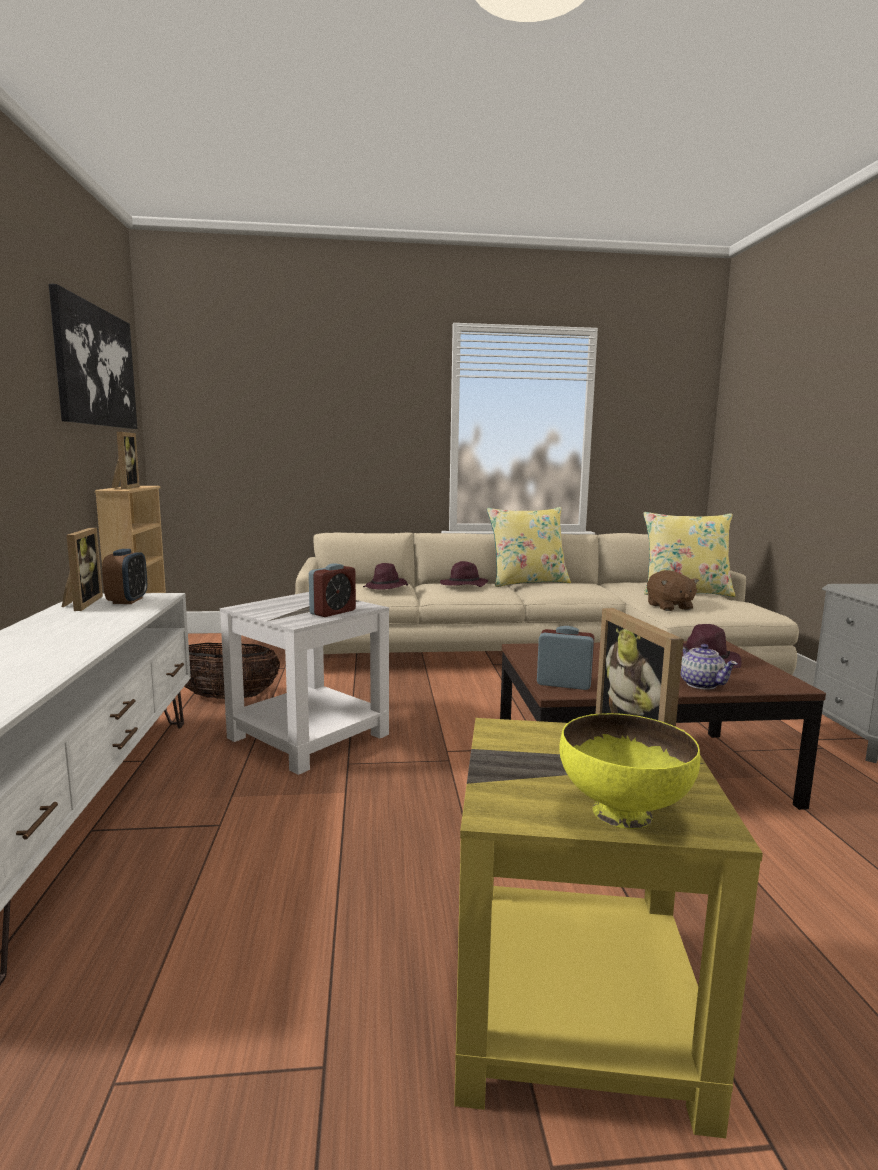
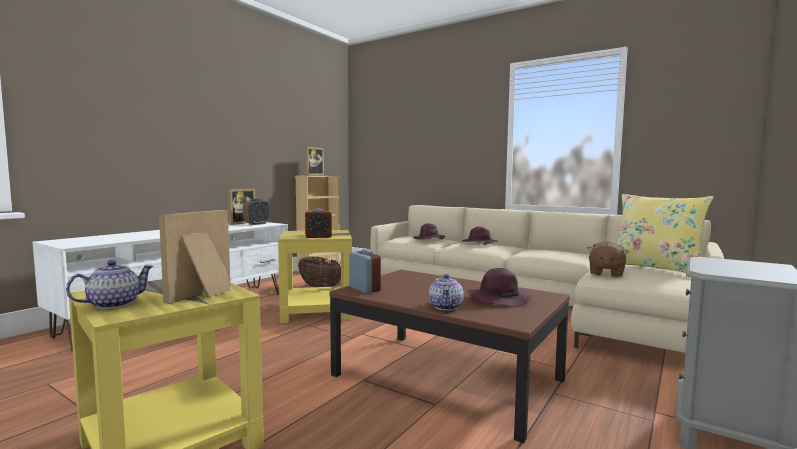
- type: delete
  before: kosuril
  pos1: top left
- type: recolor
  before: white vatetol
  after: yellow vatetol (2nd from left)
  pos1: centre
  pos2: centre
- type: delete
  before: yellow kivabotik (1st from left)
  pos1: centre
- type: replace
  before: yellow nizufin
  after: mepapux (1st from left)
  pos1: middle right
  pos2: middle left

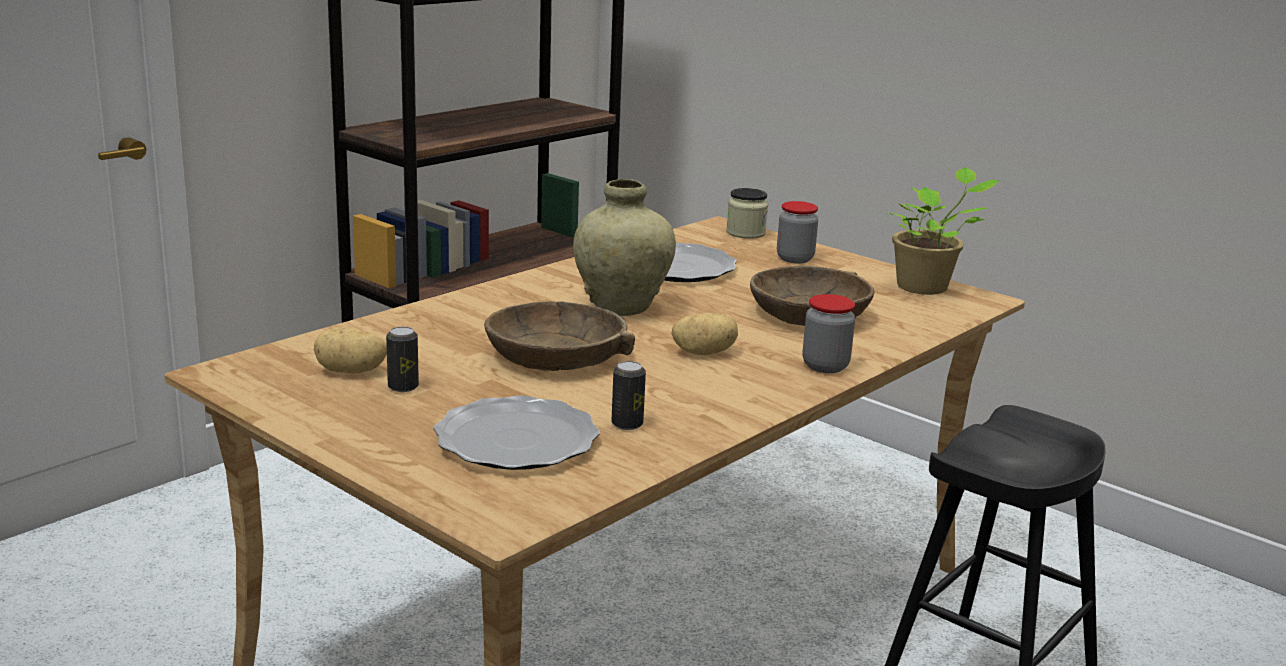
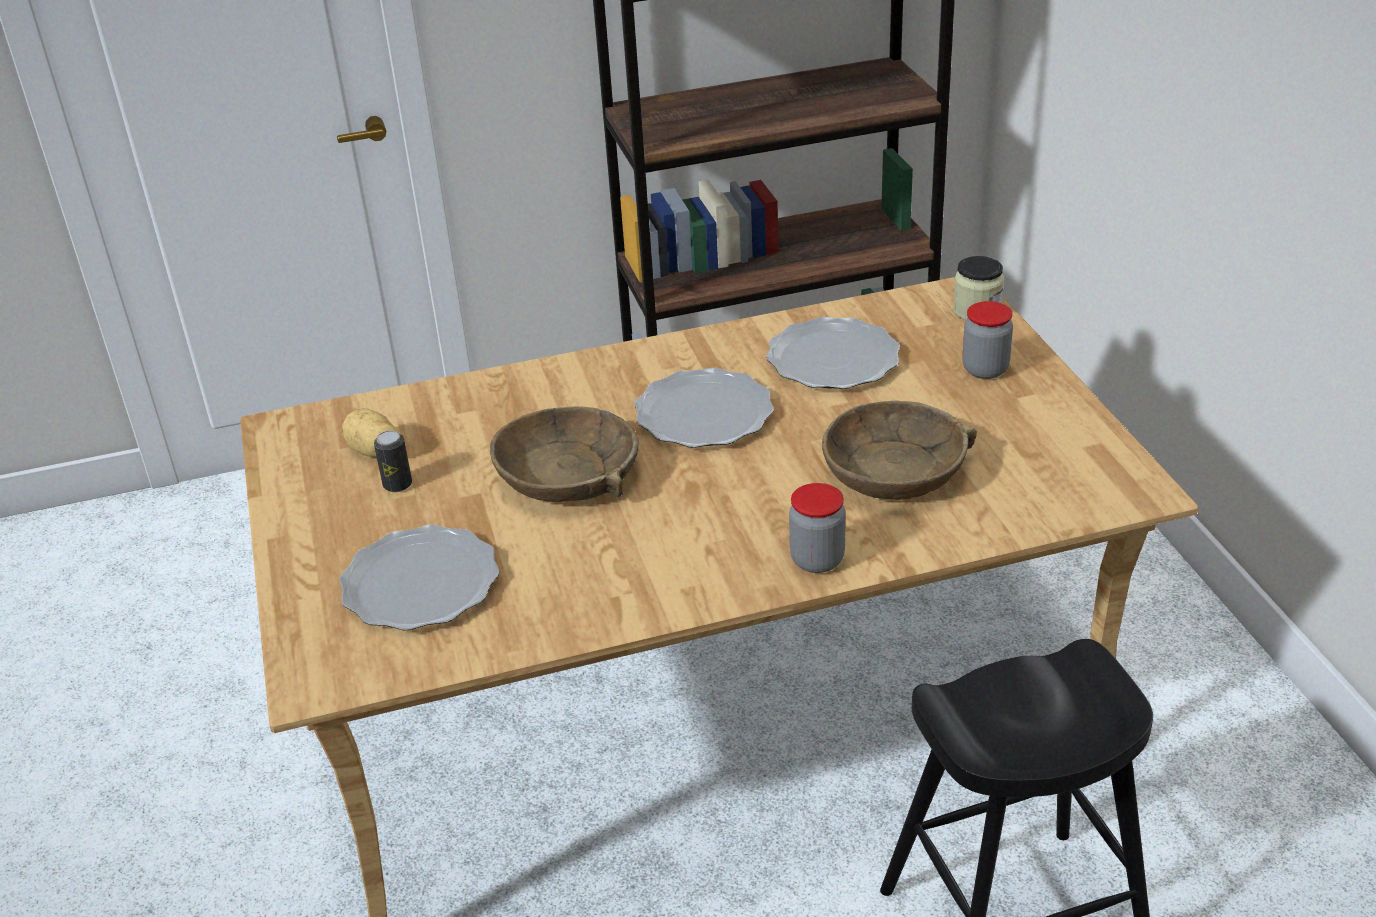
- type: replace
  before: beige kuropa
  after: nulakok (2nd from left)
  pos1: centre
  pos2: centre
- type: delete
  before: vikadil (2nd from left)
  pos1: centre
- type: delete
  before: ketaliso (2nd from left)
  pos1: centre
- type: delete
  before: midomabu
  pos1: middle right

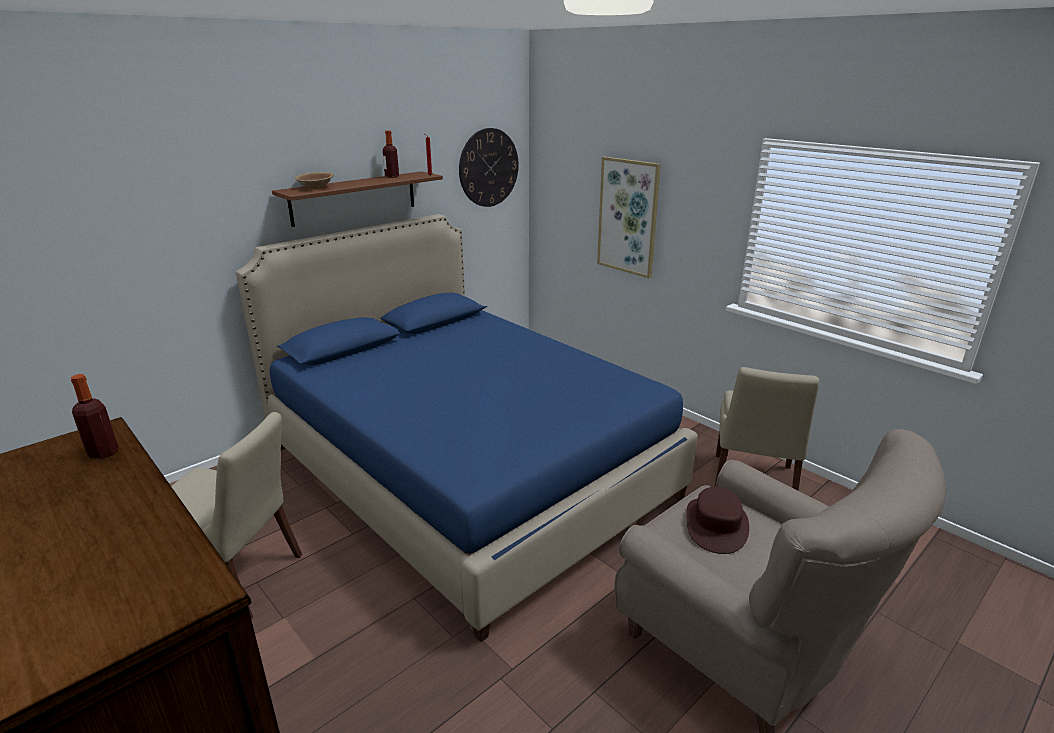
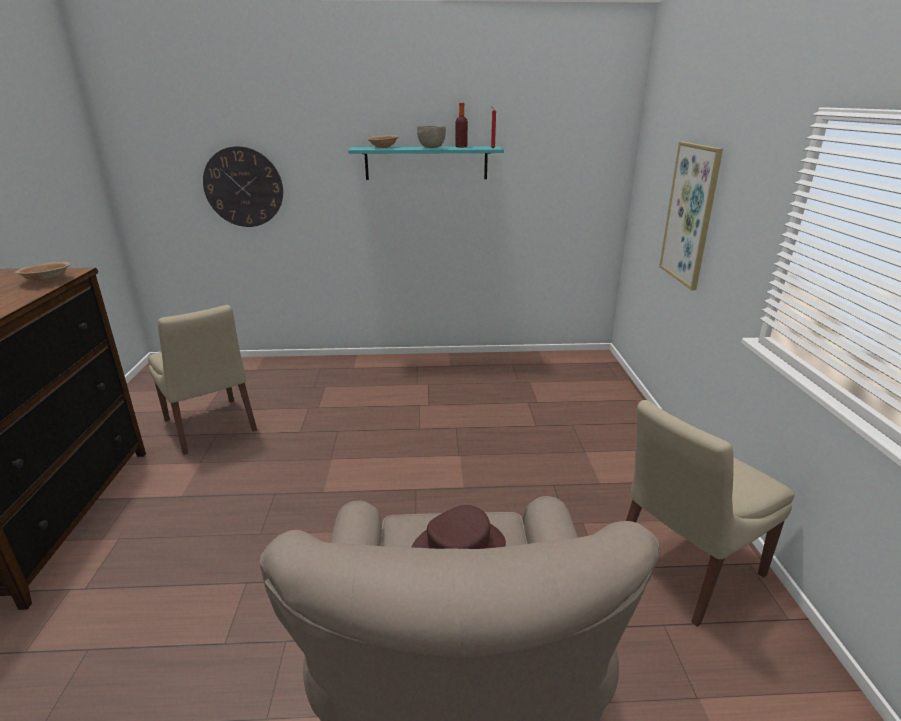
- type: replace
  before: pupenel (1st from left)
  after: brown nizufin (1st from left)
  pos1: middle left
  pos2: middle left
- type: delete
  before: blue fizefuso
  pos1: centre
- type: recolor
  before: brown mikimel
  after: turquoise mikimel
  pos1: top centre
  pos2: top centre
- type: move
  before: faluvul
  pos1: top centre
  pos2: top left
- type: insert
  after: grey nizufin
  pos2: top centre

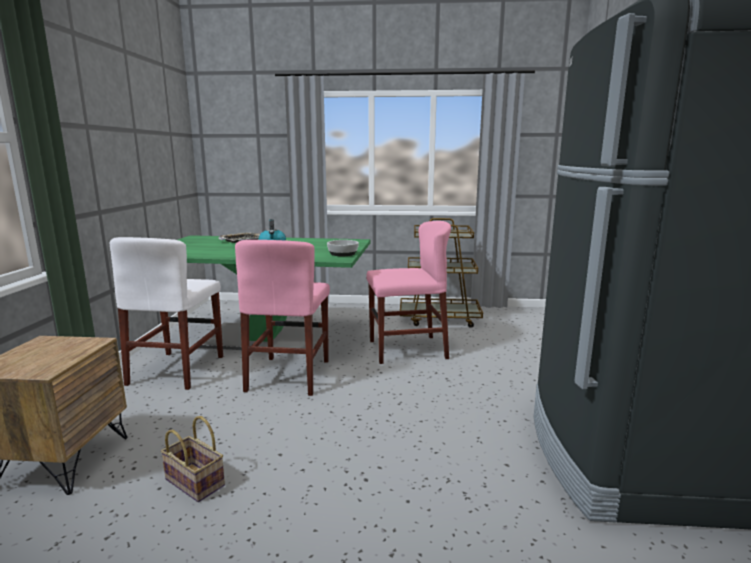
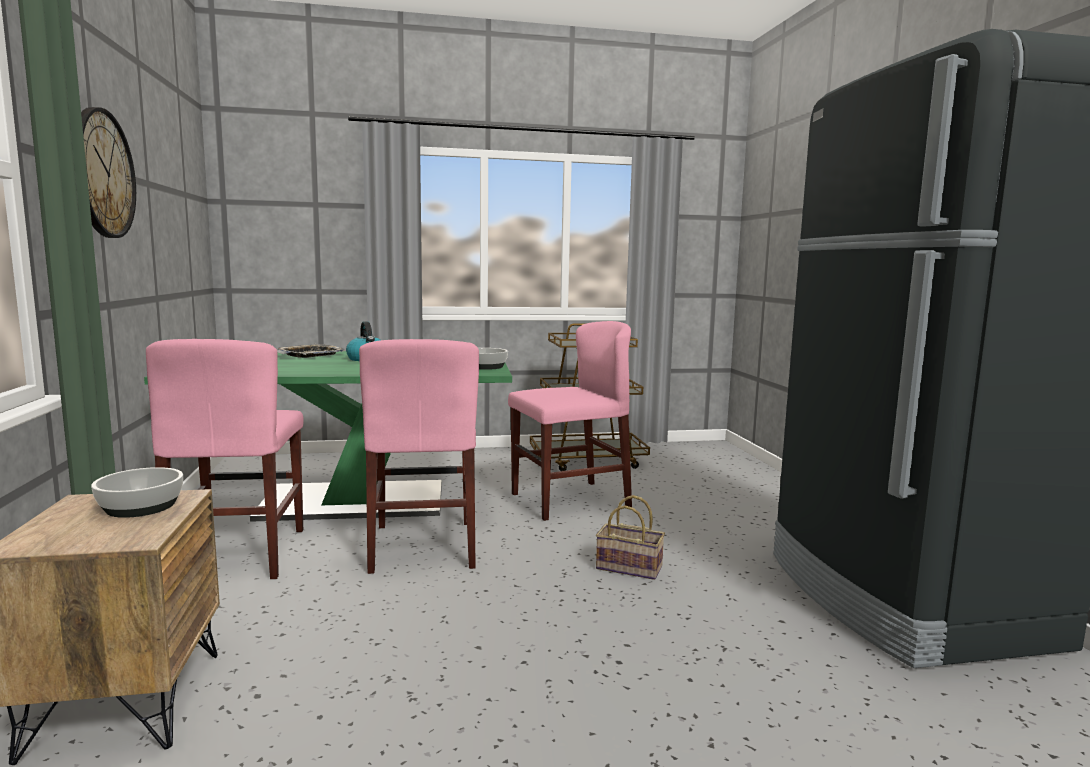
- type: recolor
  before: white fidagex
  after: pink fidagex (1st from left)
  pos1: middle left
  pos2: middle left
- type: move
  before: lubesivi
  pos1: bottom left
  pos2: bottom centre
- type: insert
  after: faluvul
  pos2: top left
- type: insert
  after: nizufin (1st from left)
  pos2: middle left

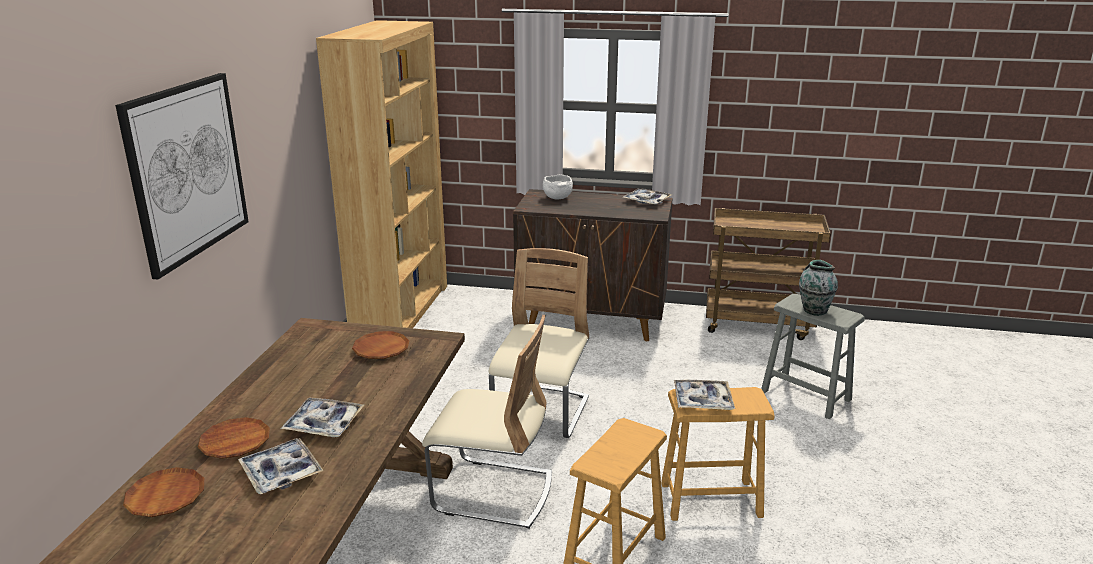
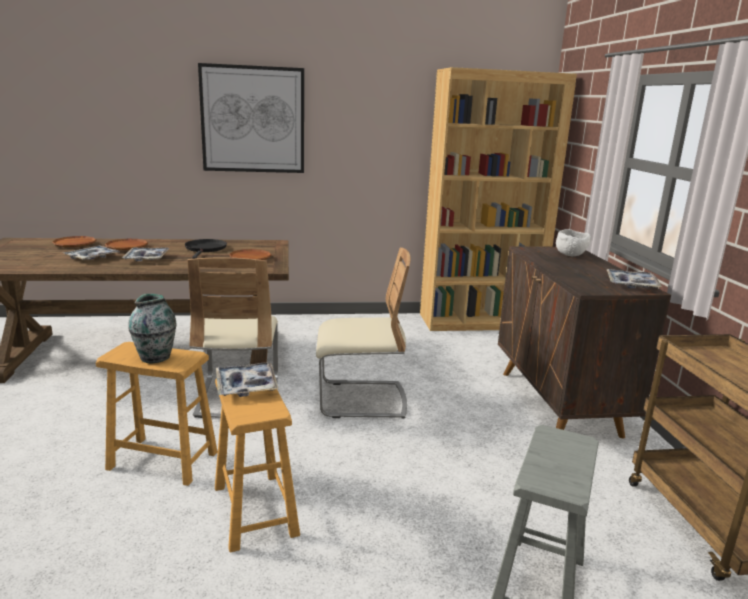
- type: move
  before: kuropa
  pos1: middle right
  pos2: middle left
- type: insert
  after: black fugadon
  pos2: middle left

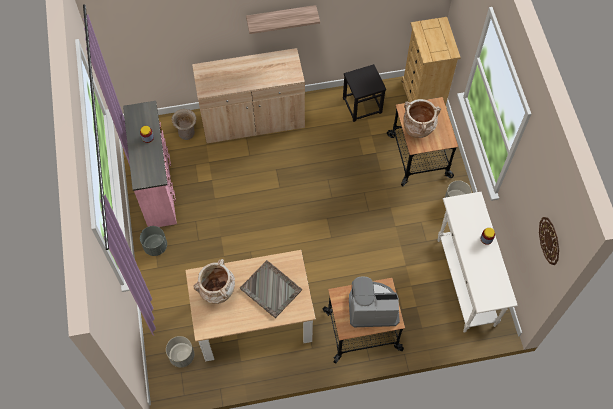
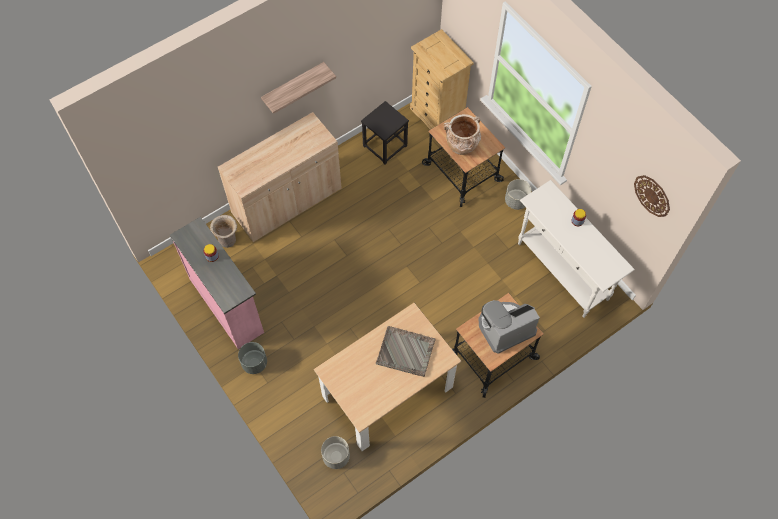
- type: delete
  before: beige kuropa (2nd from left)
  pos1: bottom centre

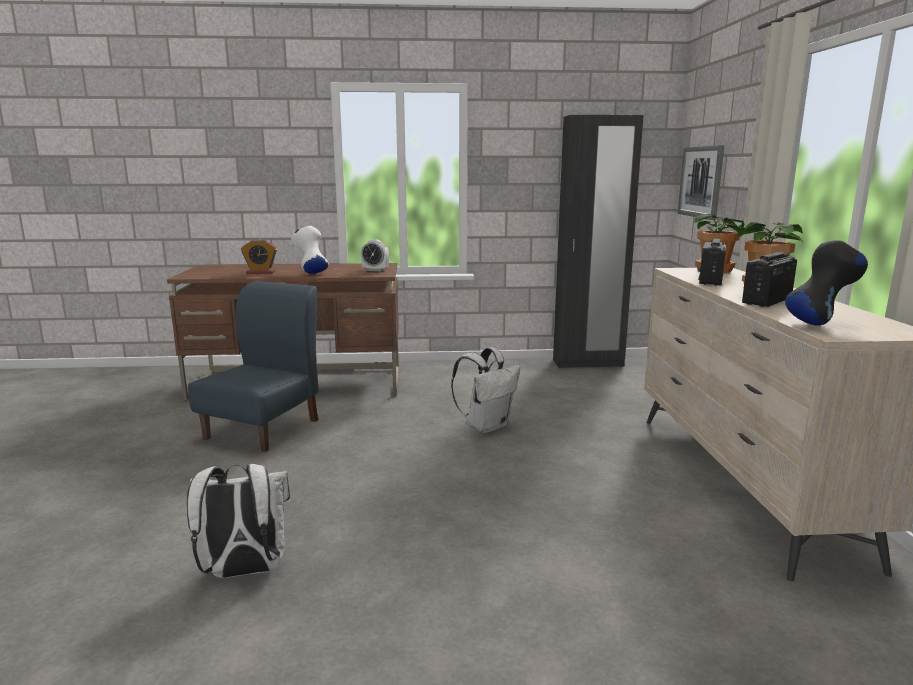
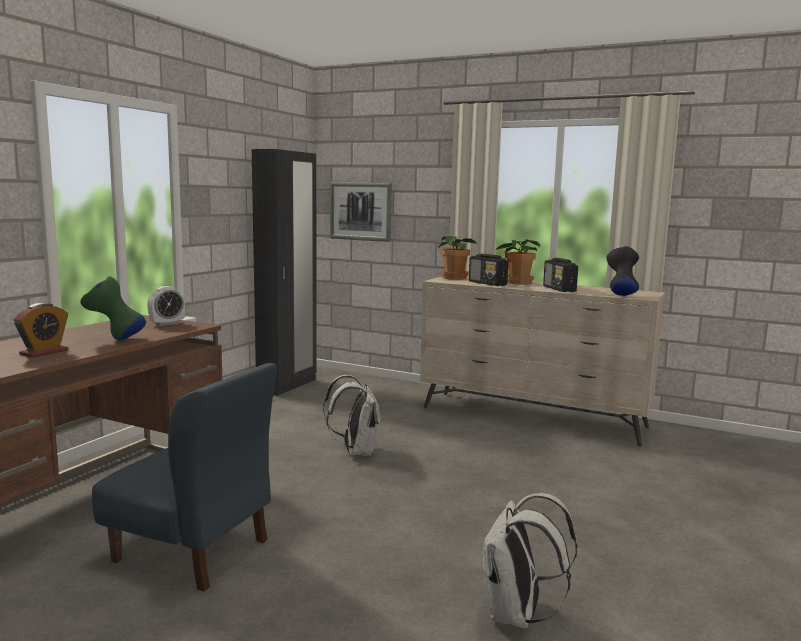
- type: rotate
  before: blue fidagex
  pos1: middle left
  pos2: bottom left
  turn: 150
- type: recolor
  before: white kuropa
  after: green kuropa
  pos1: centre
  pos2: middle left

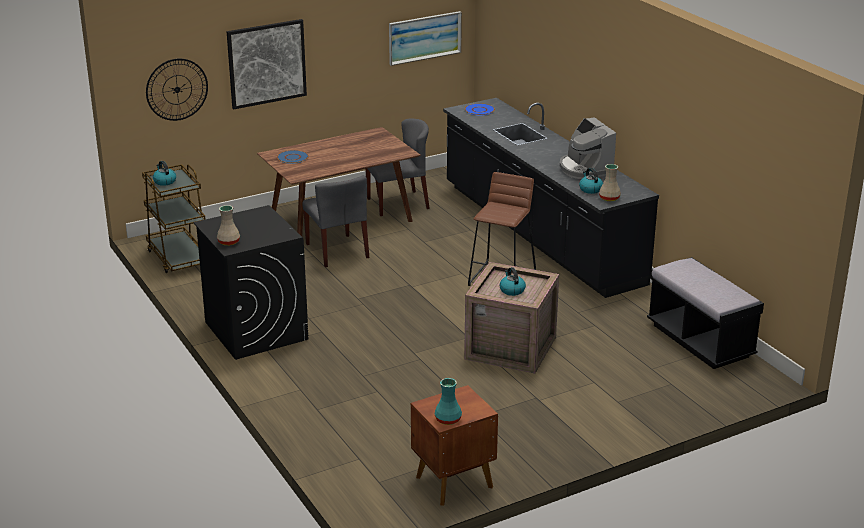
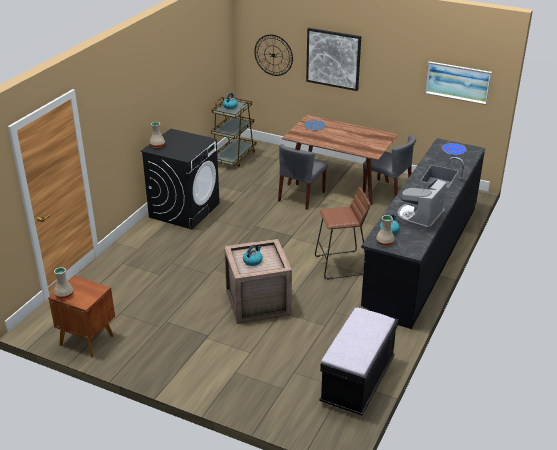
- type: recolor
  before: turquoise kuropa
  after: beige kuropa (1st from left)
  pos1: bottom centre
  pos2: middle left

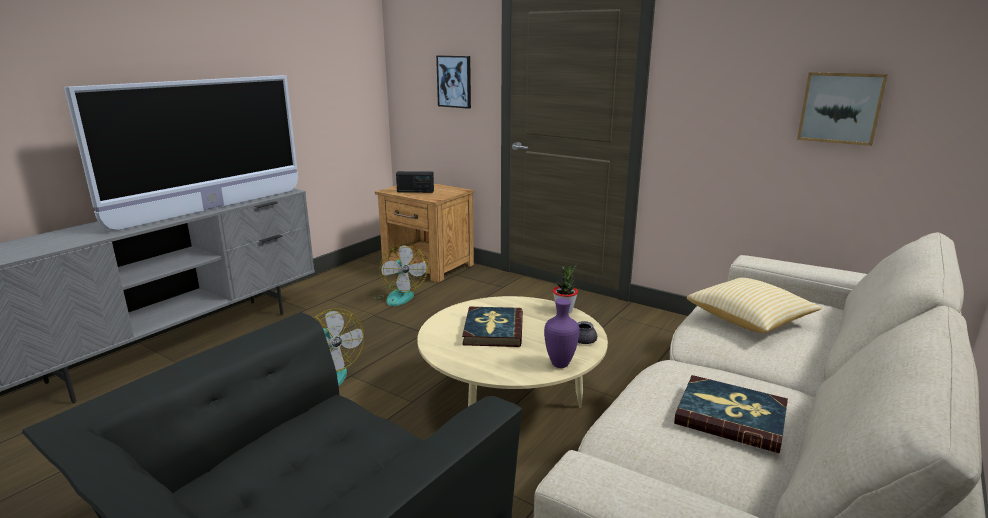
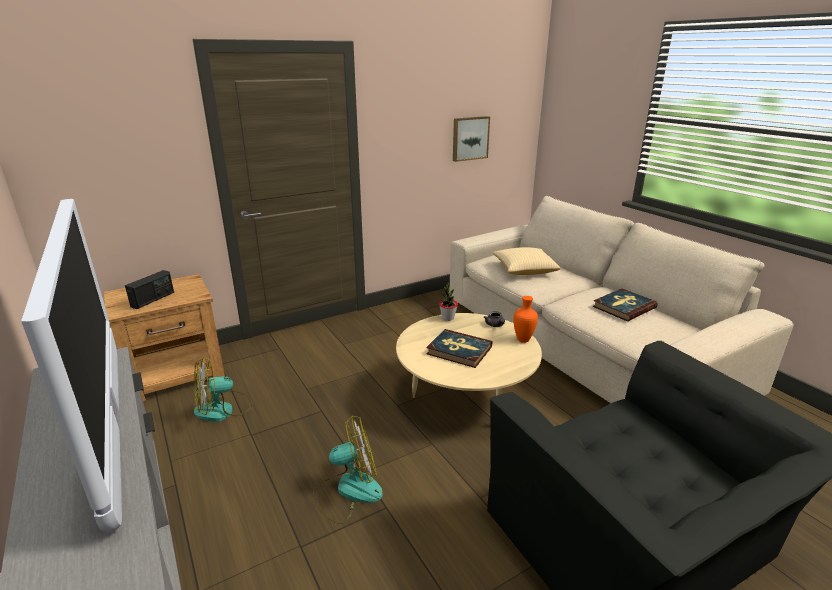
- type: rotate
  before: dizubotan (2nd from left in the first image)
  pos1: centre
  pos2: middle left
  turn: 150
- type: delete
  before: kosuril (1st from left)
  pos1: top centre
- type: recolor
  before: purple kuropa
  after: orange kuropa
  pos1: centre
  pos2: centre

